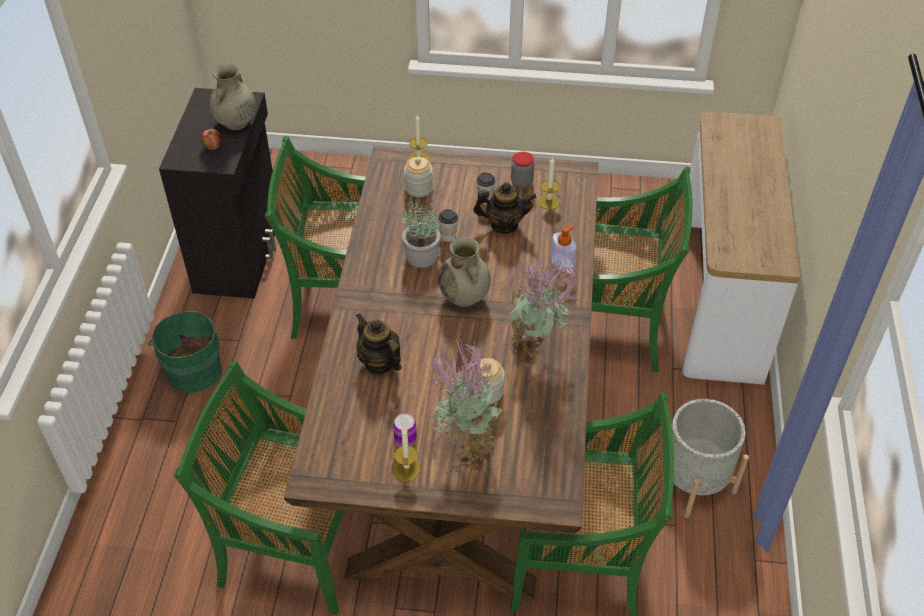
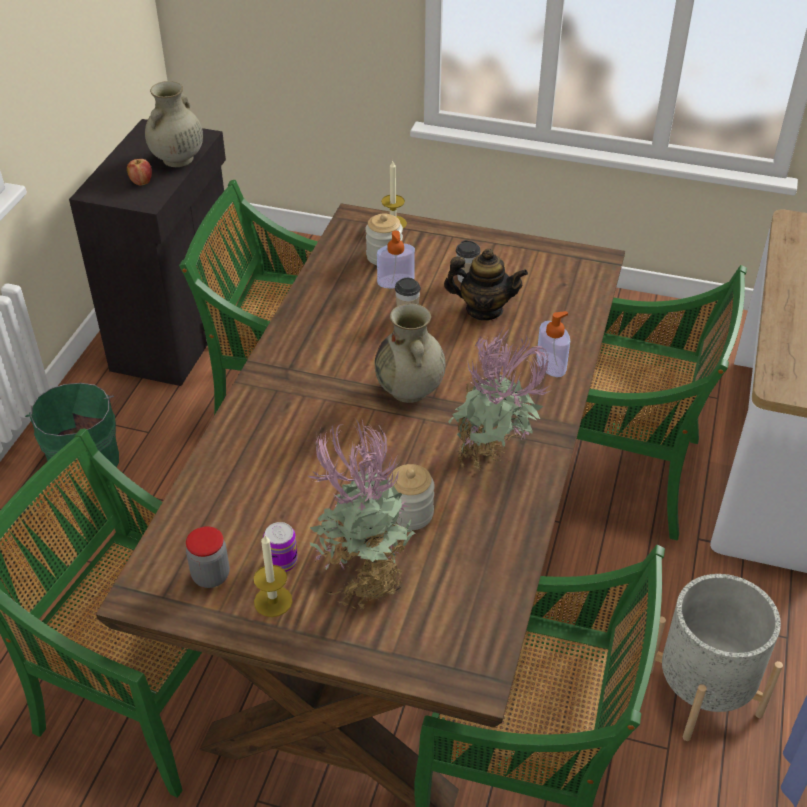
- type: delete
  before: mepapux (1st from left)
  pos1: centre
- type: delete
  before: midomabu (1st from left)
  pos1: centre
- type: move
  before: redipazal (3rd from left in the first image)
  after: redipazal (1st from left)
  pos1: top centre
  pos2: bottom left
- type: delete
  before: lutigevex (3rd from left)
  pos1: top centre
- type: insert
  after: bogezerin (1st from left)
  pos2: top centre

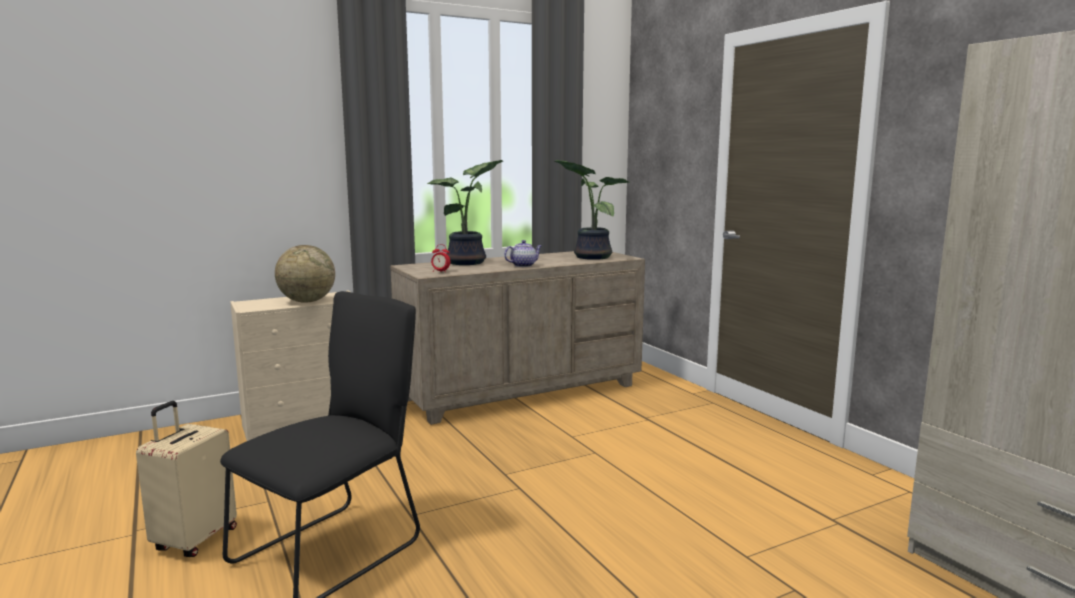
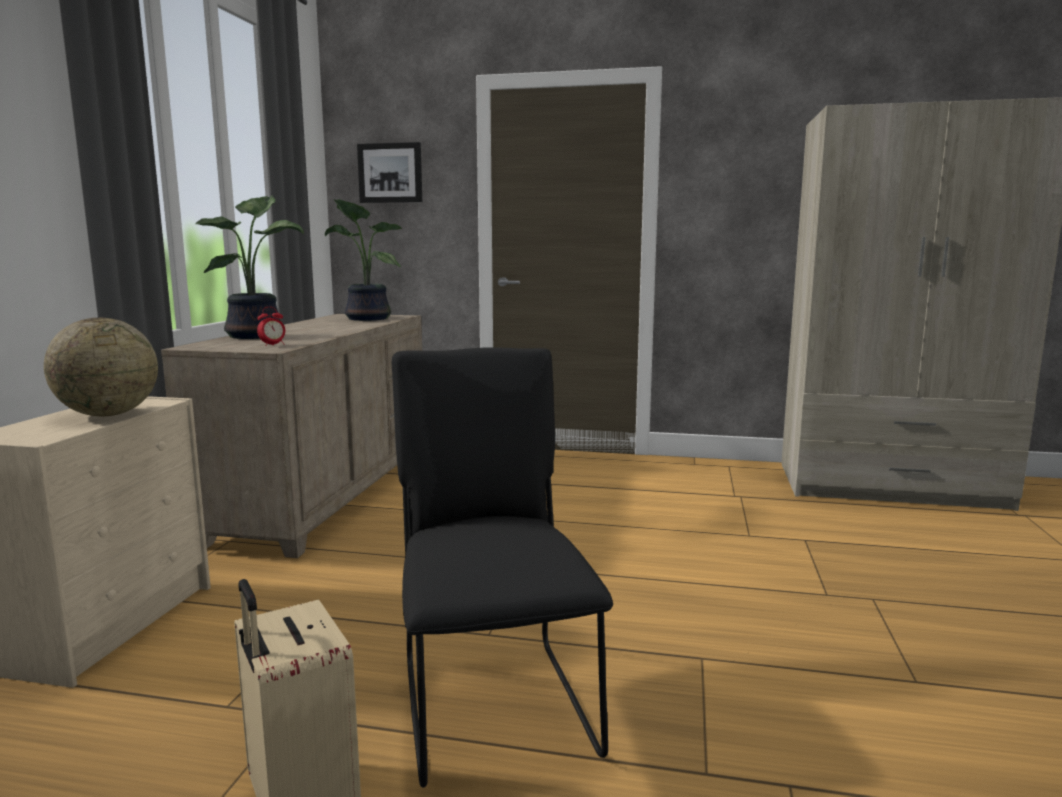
- type: delete
  before: mepapux
  pos1: centre
- type: insert
  after: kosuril
  pos2: top centre

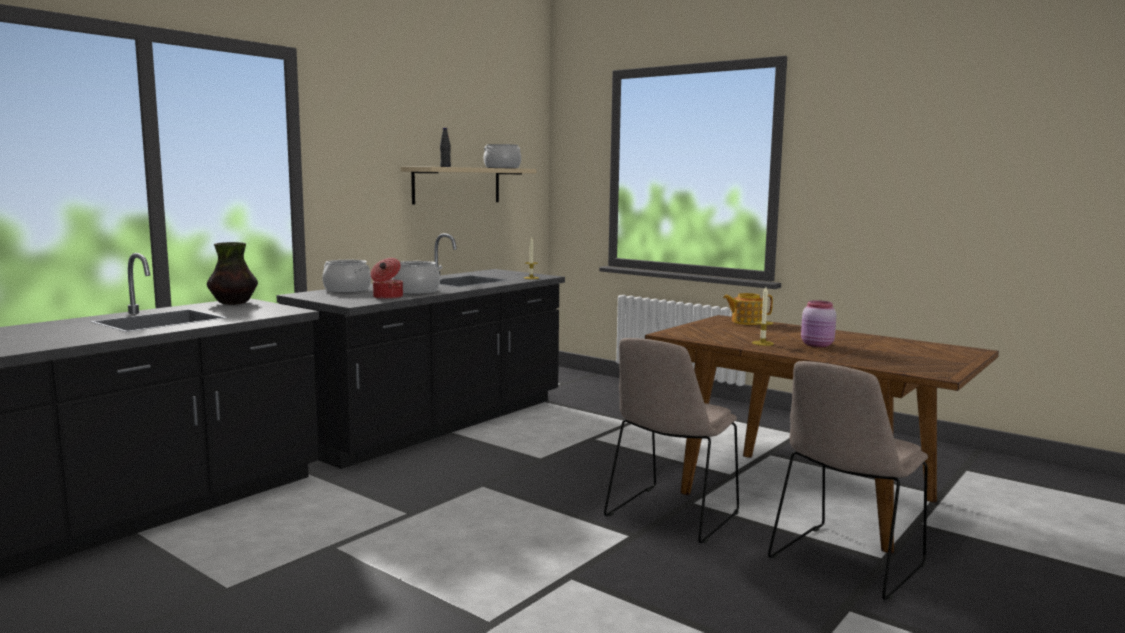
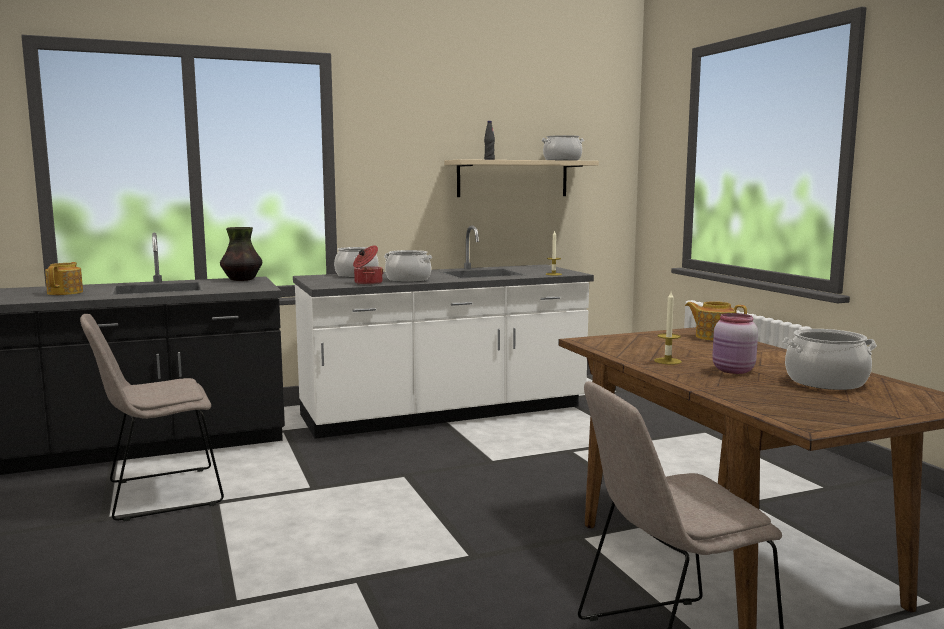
- type: recolor
  before: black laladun (2nd from left)
  after: white laladun
  pos1: centre
  pos2: centre
- type: move
  before: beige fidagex (1st from left)
  pos1: bottom centre
  pos2: middle left
- type: insert
  after: mepapux (1st from left)
  pos2: middle left
- type: insert
  after: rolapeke (5th from left)
  pos2: middle right

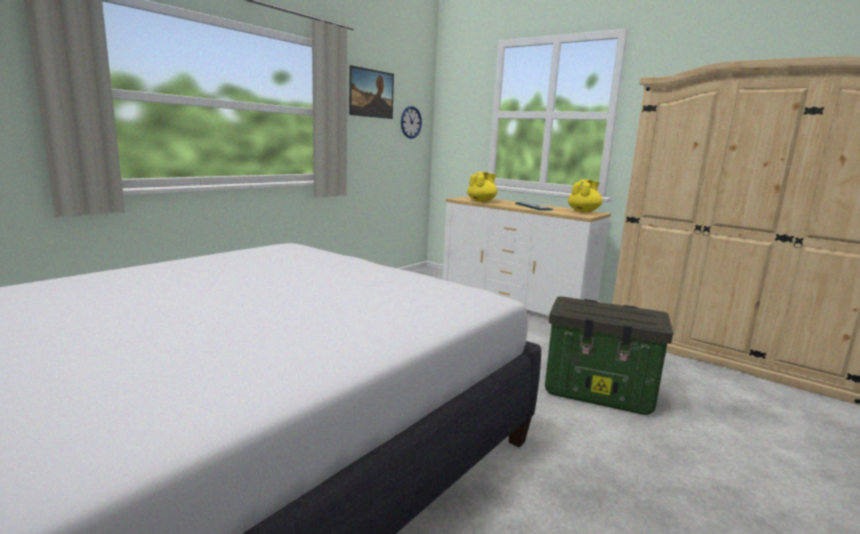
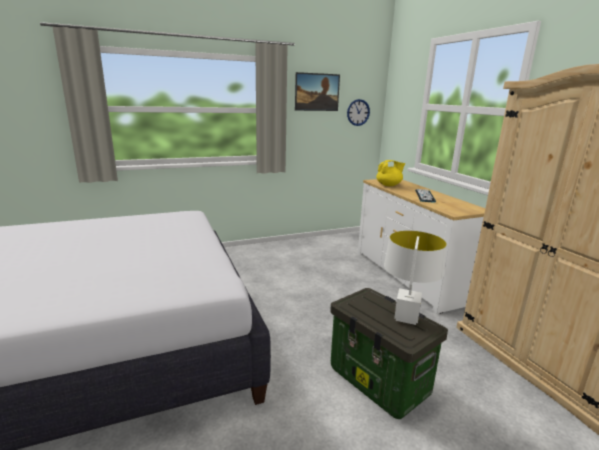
- type: delete
  before: yellow mepapux (2nd from left)
  pos1: middle right
- type: insert
  after: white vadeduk
  pos2: middle right

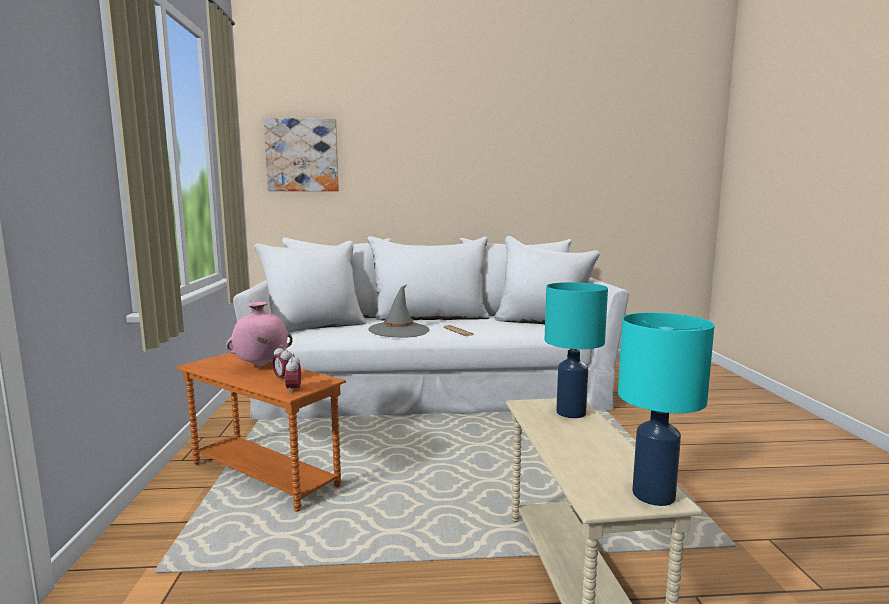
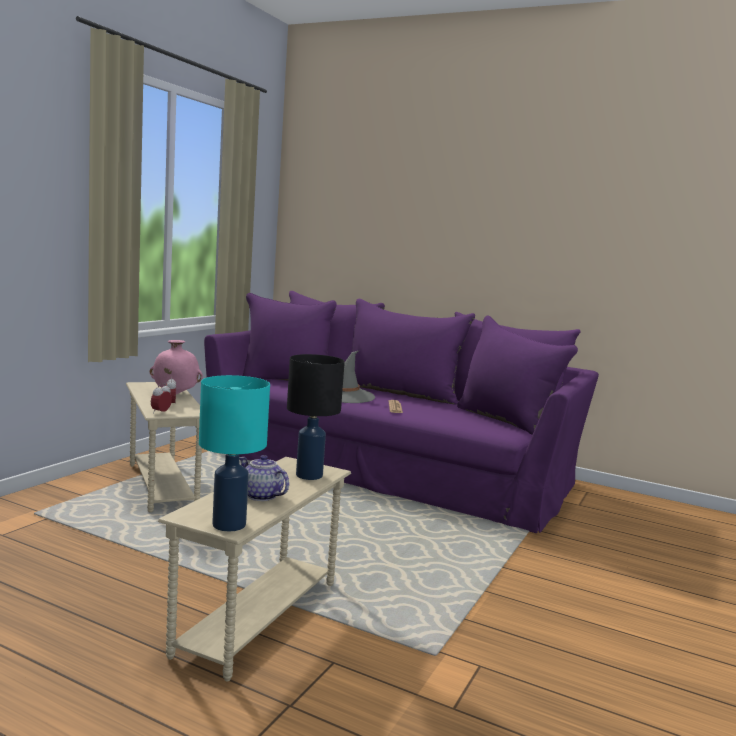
- type: recolor
  before: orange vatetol
  after: beige vatetol (1st from left)
  pos1: bottom left
  pos2: middle left
- type: recolor
  before: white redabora
  after: purple redabora
  pos1: centre
  pos2: centre
- type: delete
  before: kosuril
  pos1: top centre
- type: recolor
  before: turquoise vadeduk (1st from left)
  after: black vadeduk
  pos1: centre
  pos2: centre
- type: insert
  after: mepapux
  pos2: centre

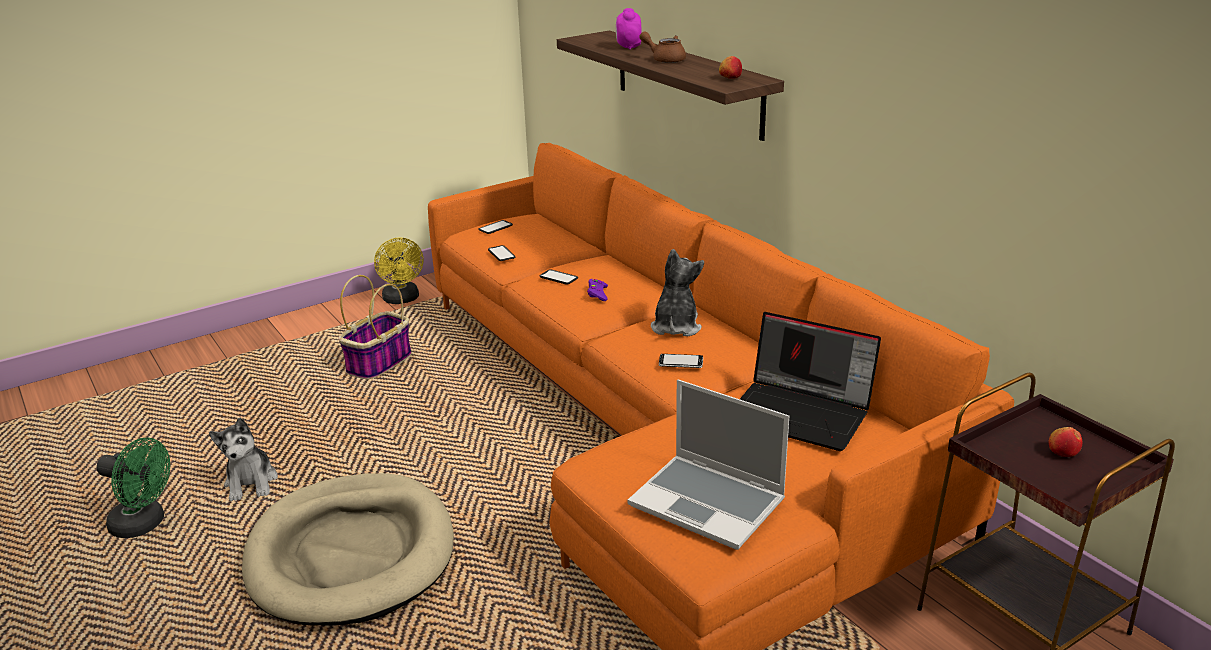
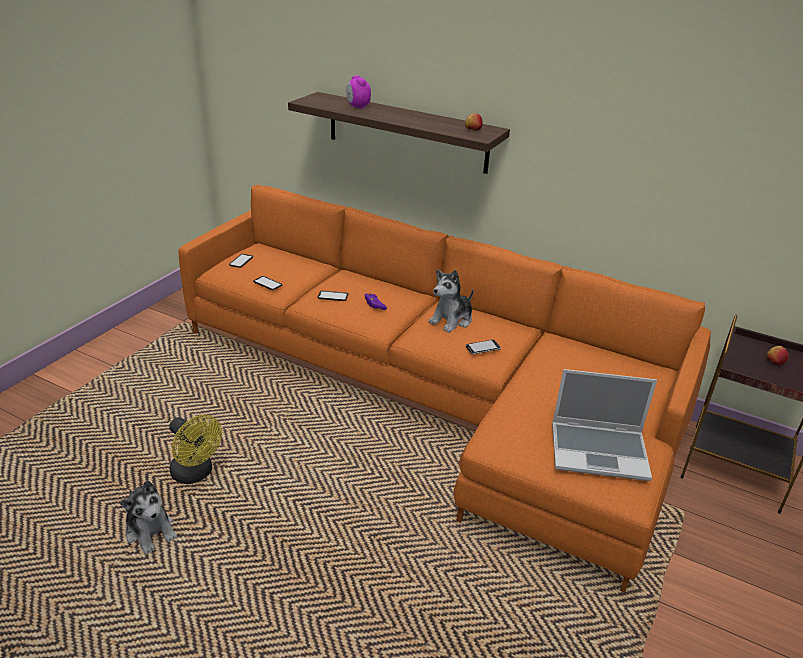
- type: delete
  before: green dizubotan
  pos1: bottom left
- type: delete
  before: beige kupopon
  pos1: bottom left
- type: delete
  before: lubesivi
  pos1: middle left
- type: move
  before: yellow dizubotan
  pos1: middle left
  pos2: bottom left
- type: delete
  before: brown mepapux
  pos1: top centre
- type: rotate
  before: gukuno (2nd from left)
  pos1: centre
  pos2: centre
  turn: -120
- type: delete
  before: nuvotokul (2nd from left)
  pos1: middle right

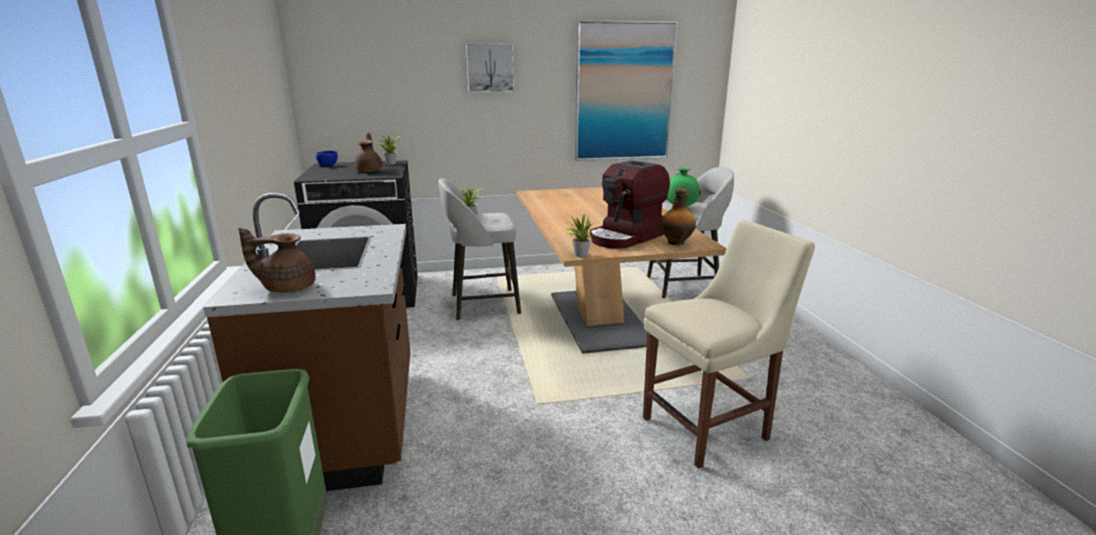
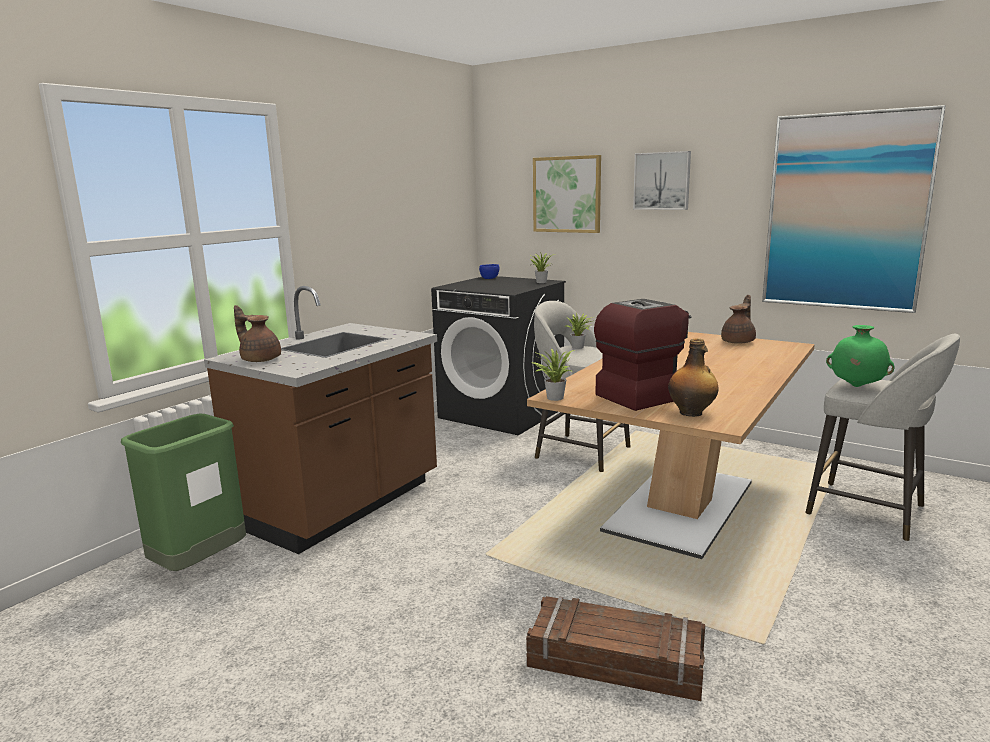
- type: move
  before: brown mepapux (2nd from left)
  pos1: top centre
  pos2: middle right
- type: rotate
  before: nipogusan
  pos1: centre
  pos2: centre
  turn: 150
- type: replace
  before: beige fidagex
  after: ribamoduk
  pos1: centre
  pos2: bottom centre
- type: insert
  after: kosuril (1st from left)
  pos2: top centre

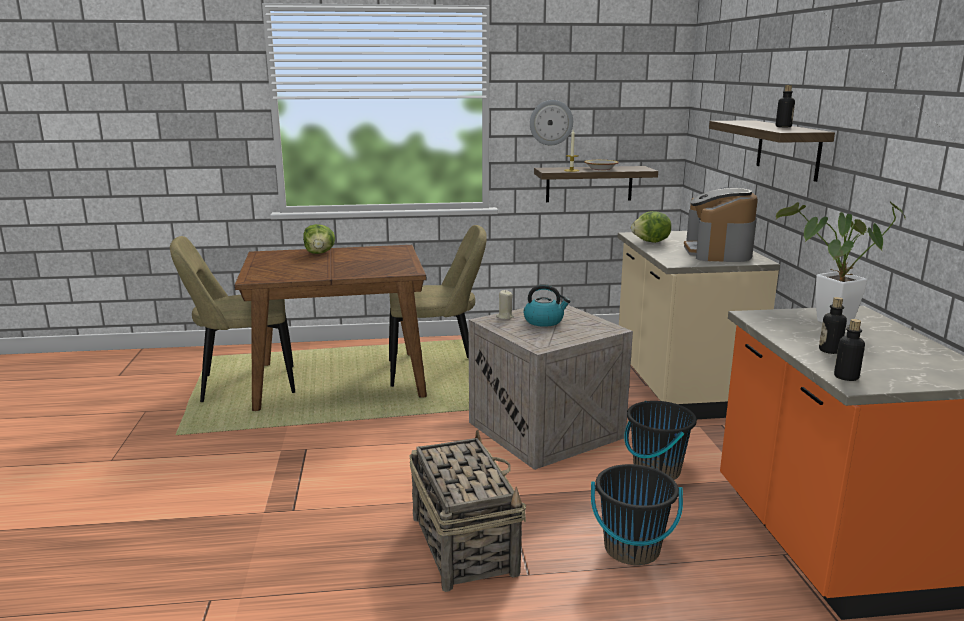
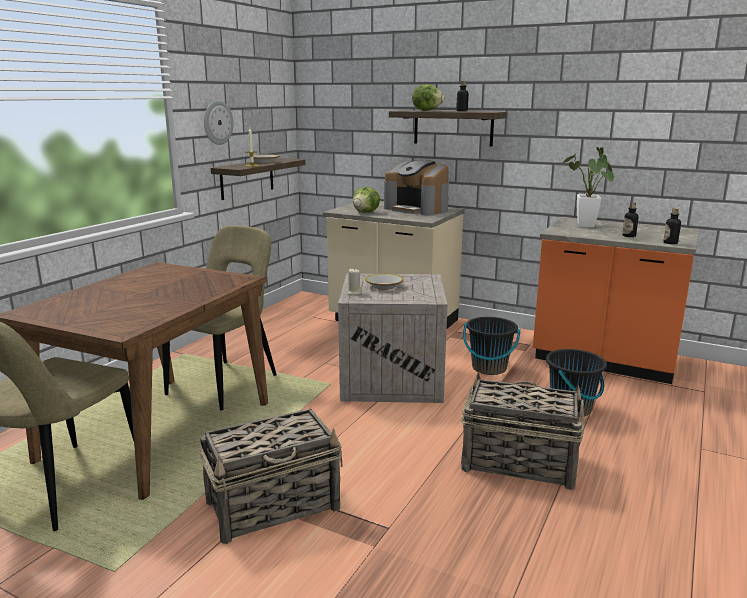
- type: move
  before: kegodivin (1st from left in the first image)
  after: kegodivin (2nd from left)
  pos1: middle left
  pos2: top centre
- type: replace
  before: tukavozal
  after: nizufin (2nd from left)
  pos1: centre
  pos2: centre
- type: insert
  after: lubesivi (1st from left)
  pos2: bottom centre

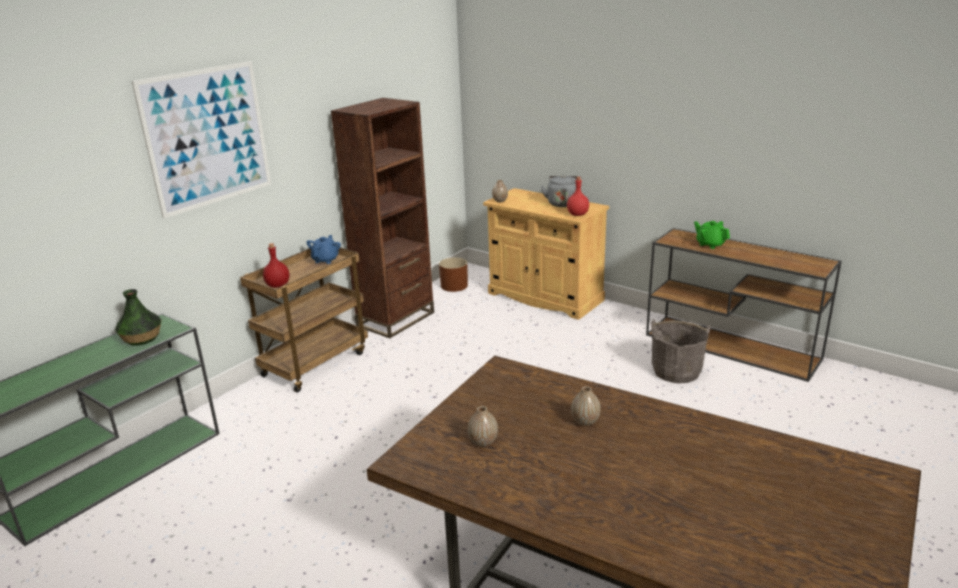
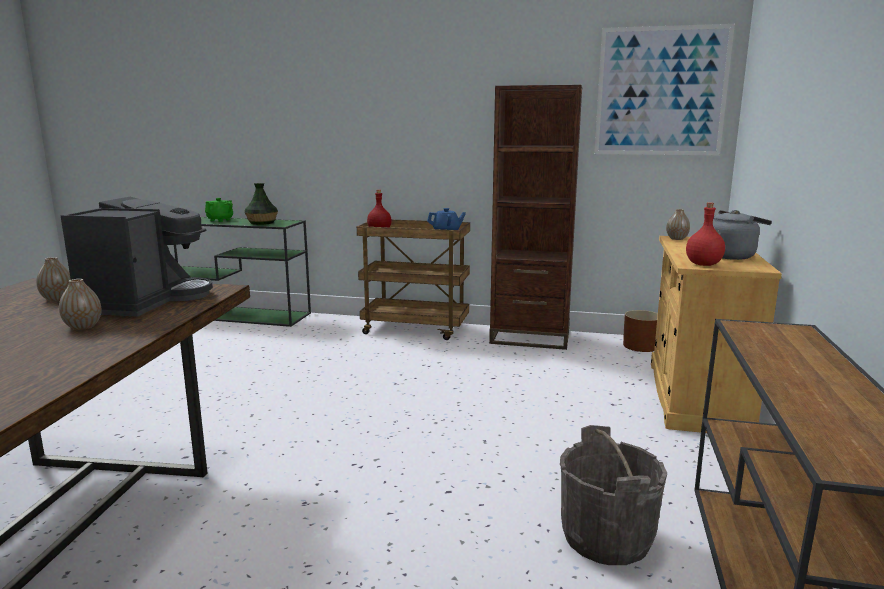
- type: move
  before: kosuril
  pos1: top left
  pos2: top right
- type: move
  before: green mepapux
  pos1: middle right
  pos2: middle left
- type: insert
  after: nipogusan
  pos2: middle left

